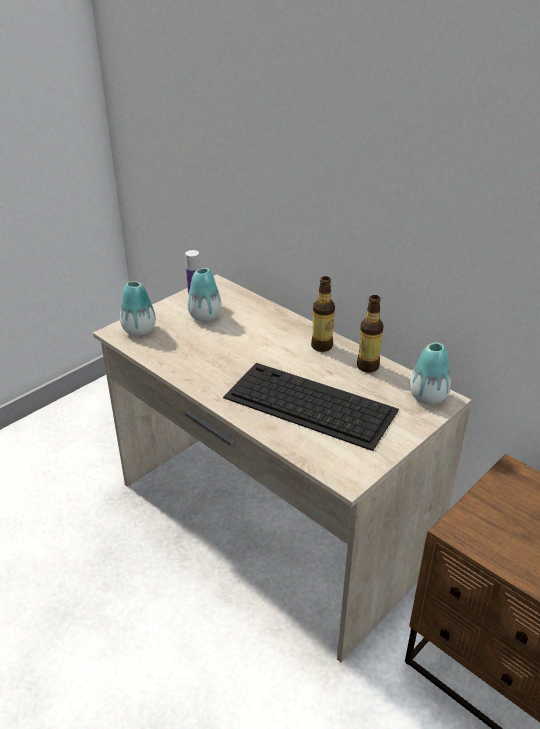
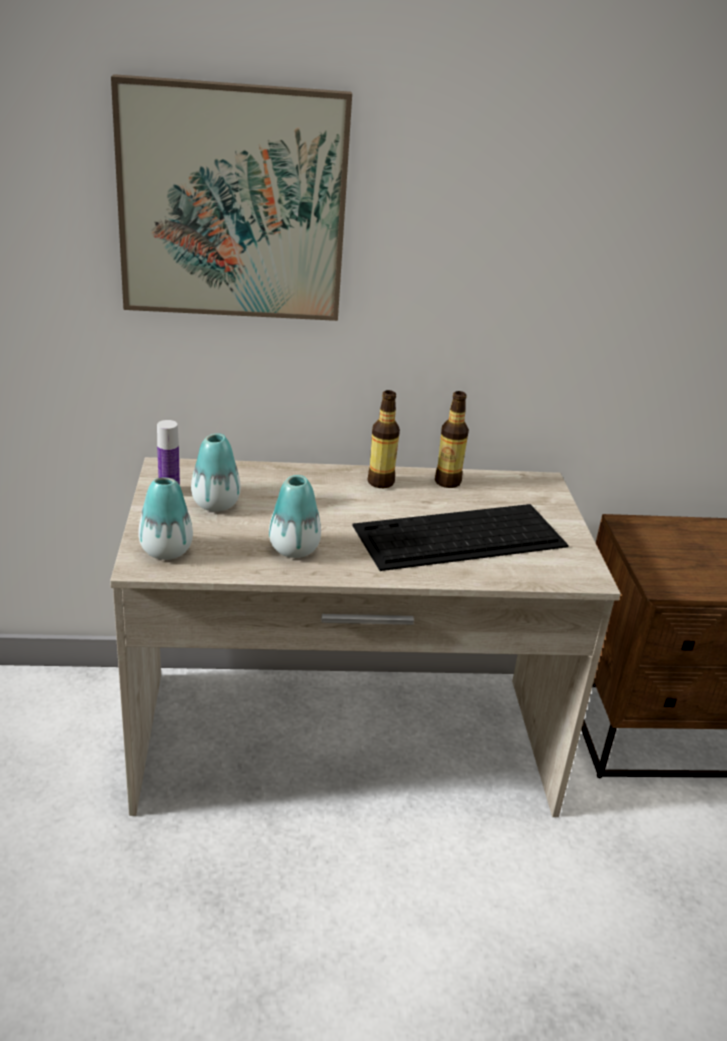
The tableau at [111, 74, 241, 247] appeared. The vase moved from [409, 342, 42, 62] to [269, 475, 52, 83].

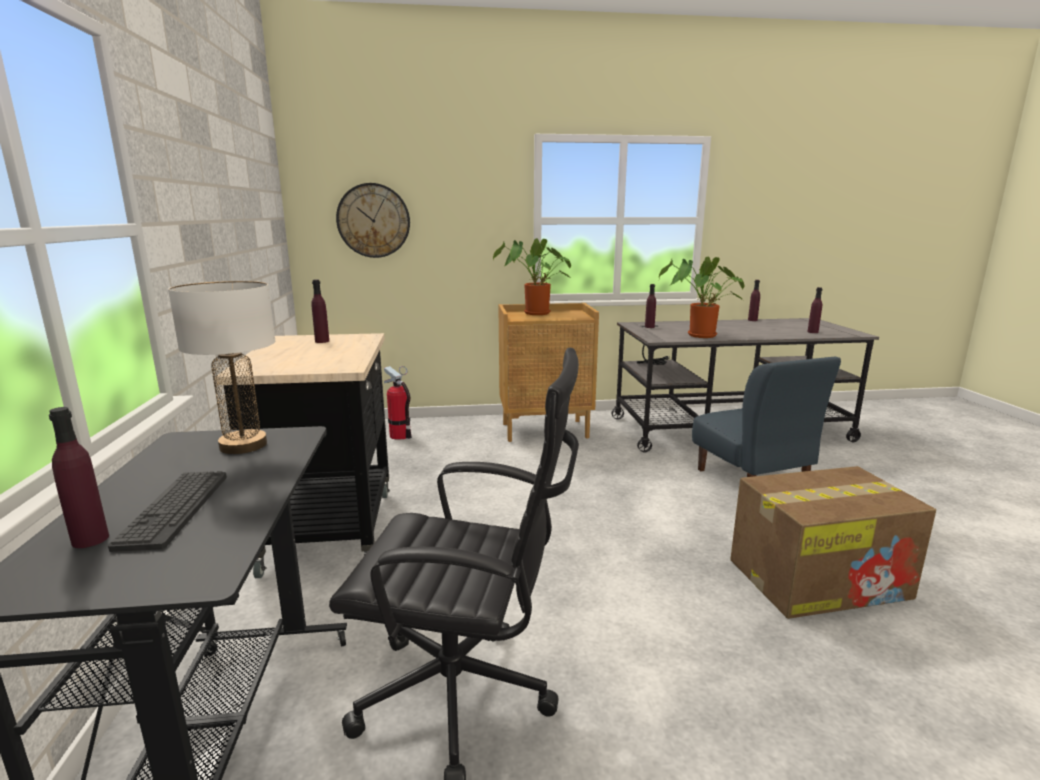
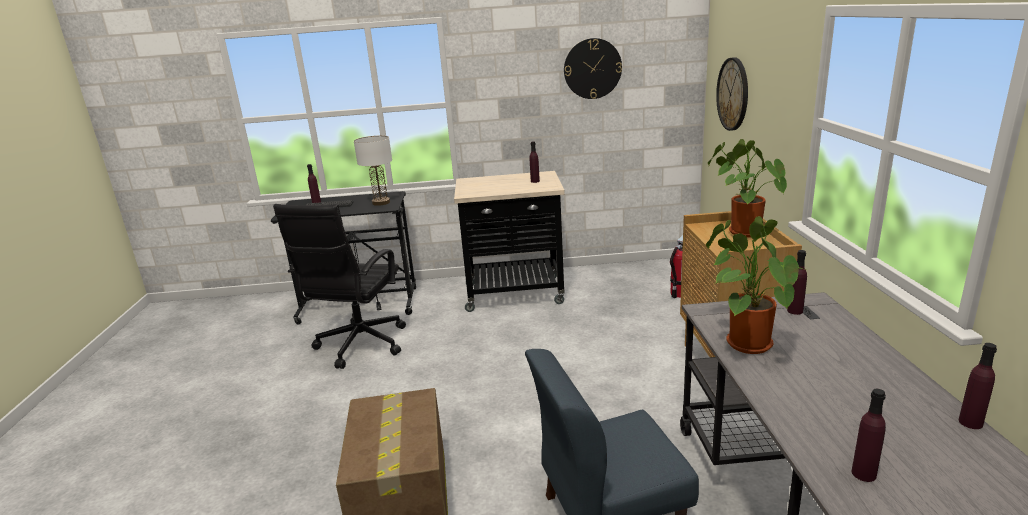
The horloge murale at [564, 38, 58, 61] appeared.

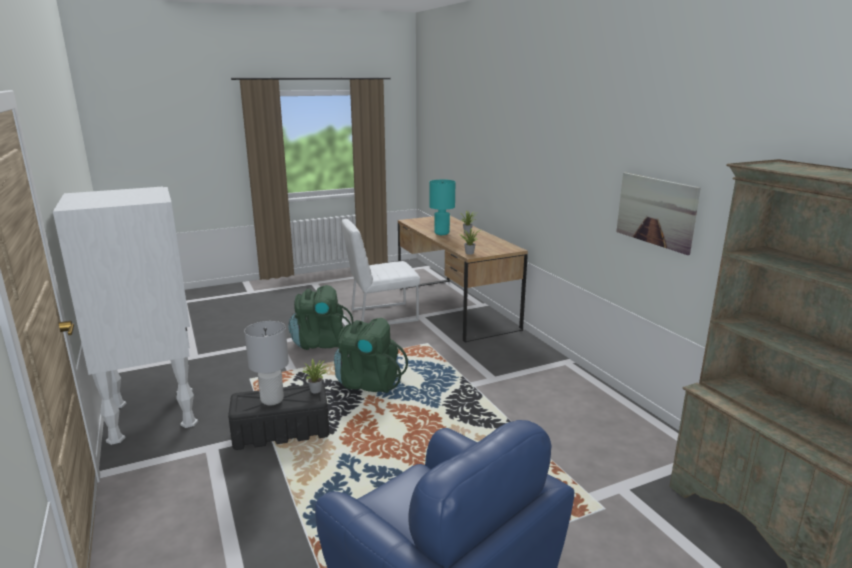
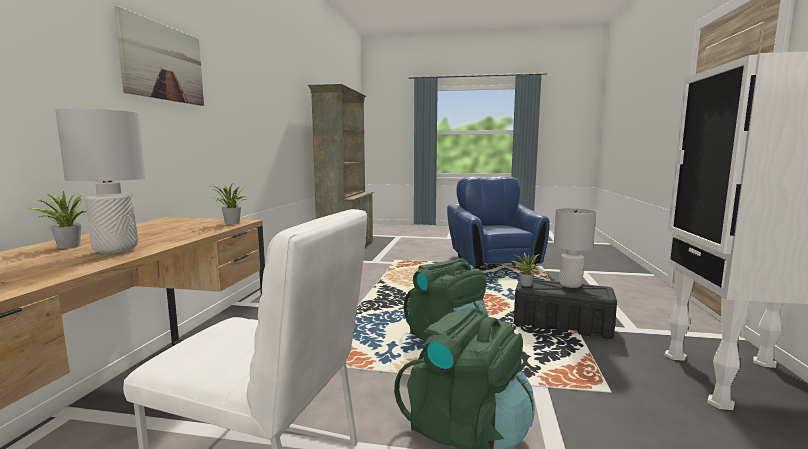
The tableau moved from [616, 172, 85, 83] to [114, 6, 90, 100]. The lampe de table/turquoise at [429, 180, 26, 55] became the lampe de table/gris at [55, 108, 91, 146].

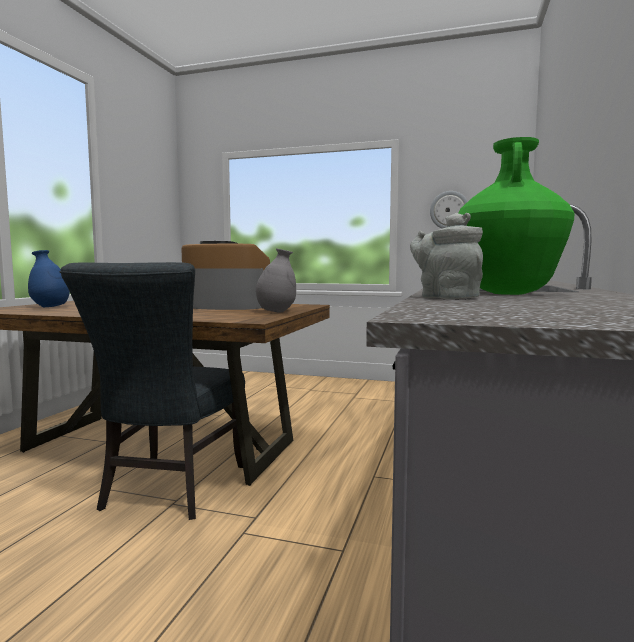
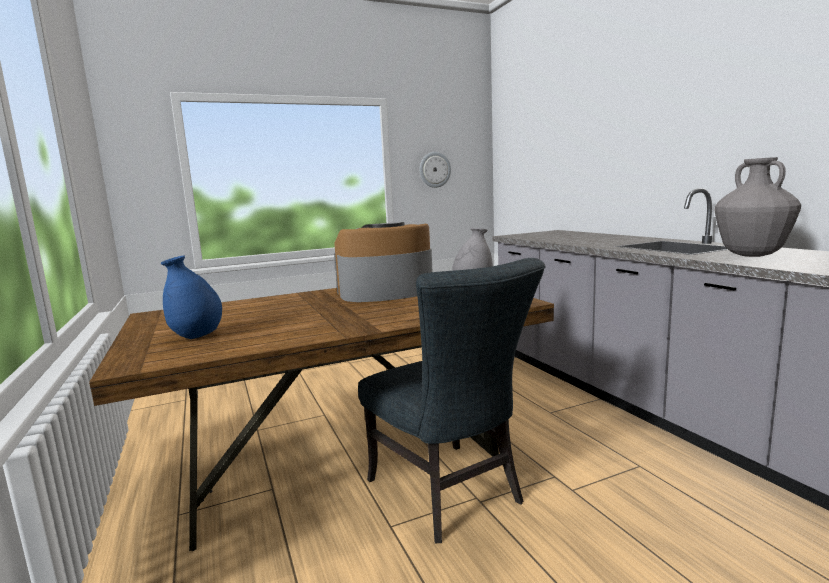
The théière/gris at [410, 213, 73, 86] disappeared. The vase/vert at [458, 137, 117, 158] became the vase/gris at [714, 157, 87, 100].

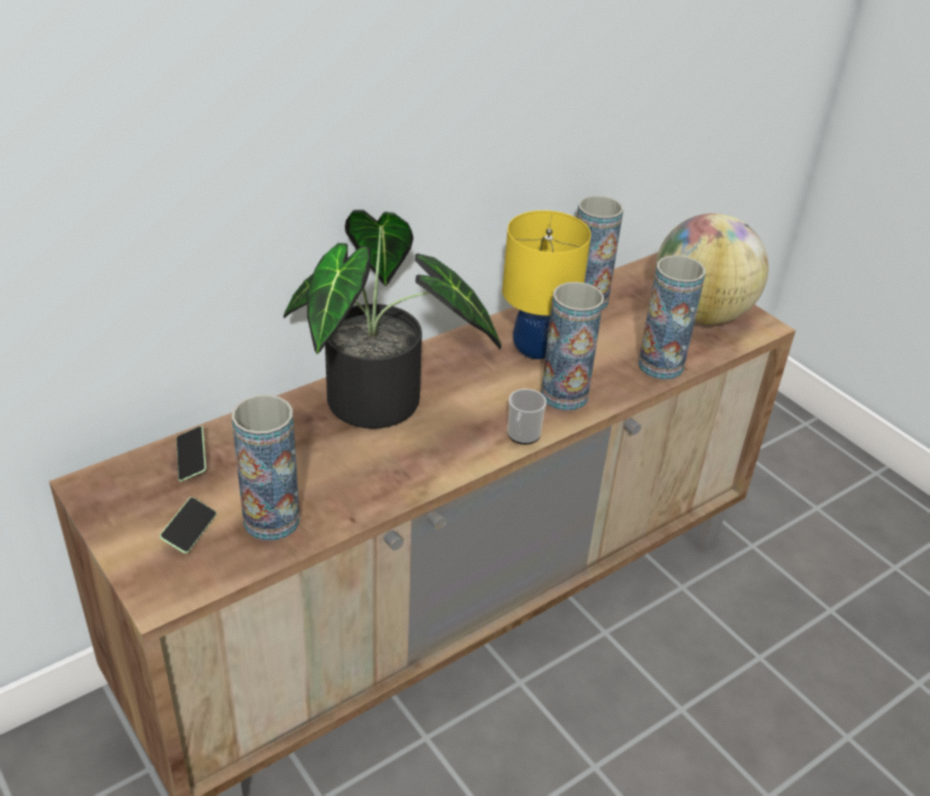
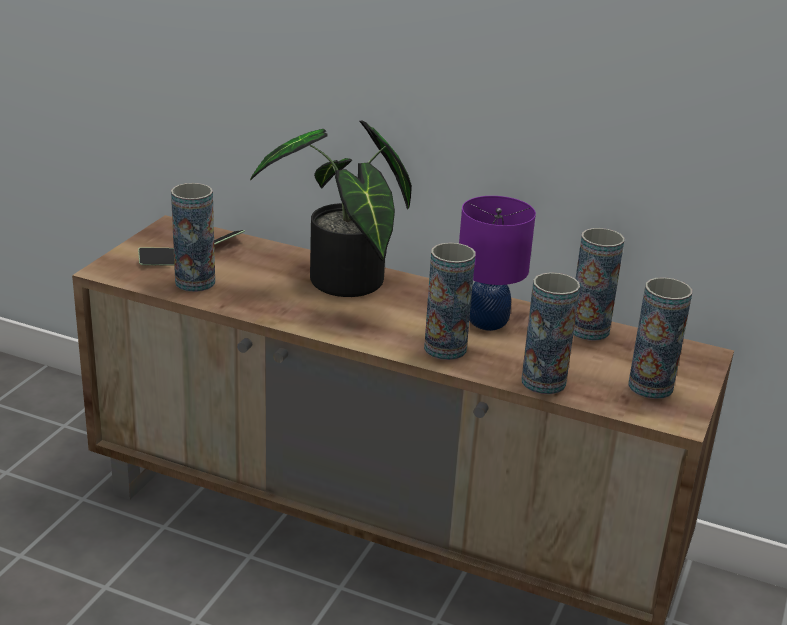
The mug at [507, 389, 39, 56] disappeared. The globe at [655, 213, 113, 112] was replaced by the vase at [628, 277, 64, 122]. The lampe de table/jaune at [502, 210, 89, 149] became the lampe de table/violet at [459, 196, 77, 135].

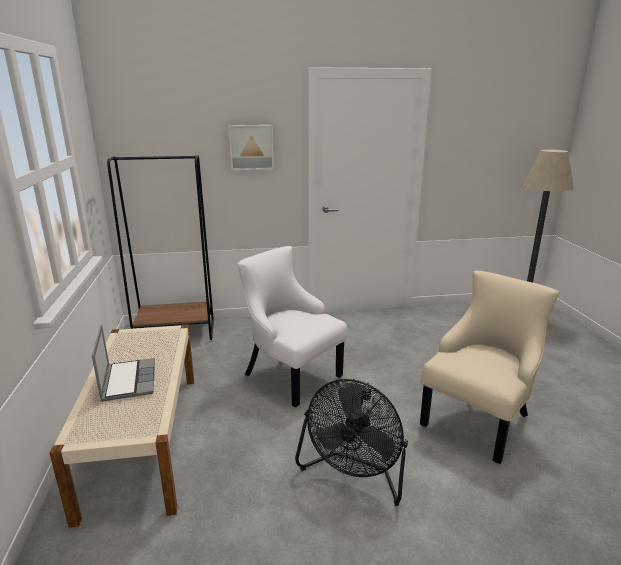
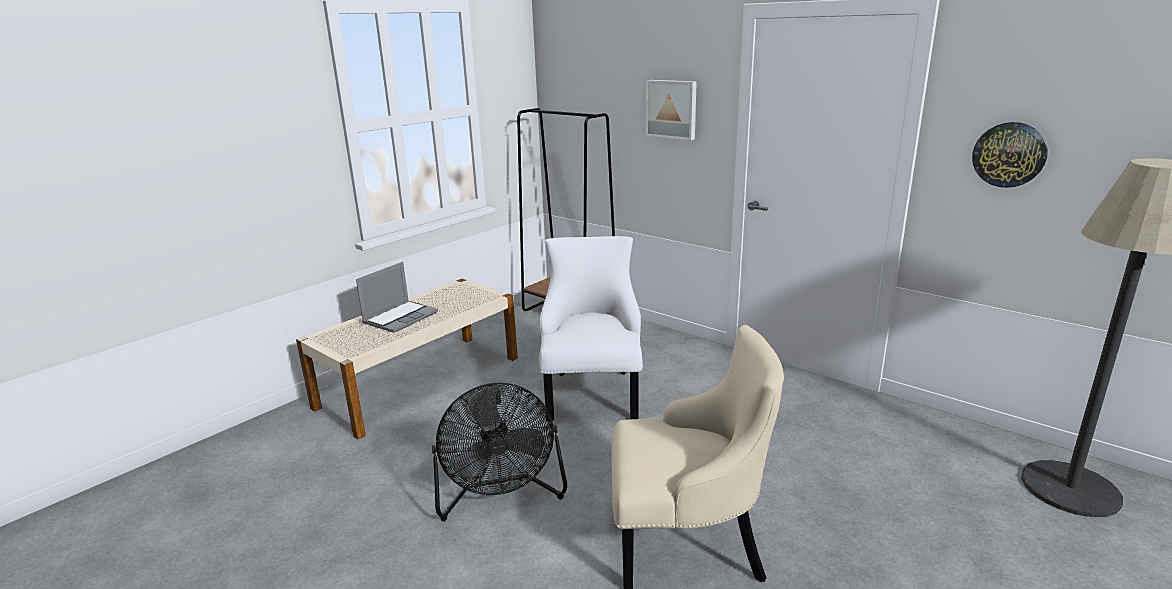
The horloge murale at [972, 122, 76, 66] appeared. The ventilateur/noir at [295, 379, 113, 127] turned 90 degrees counterclockwise.

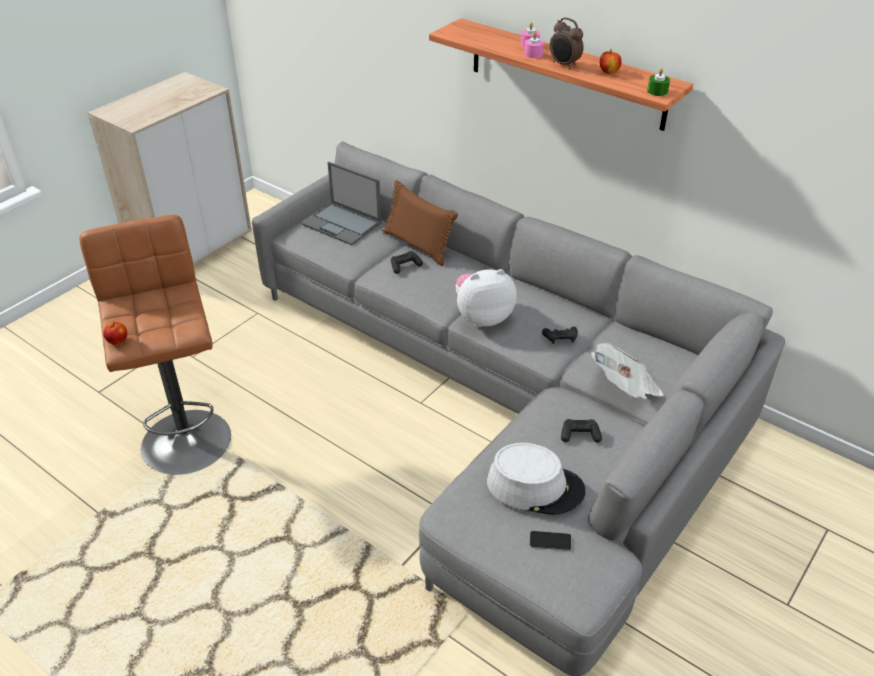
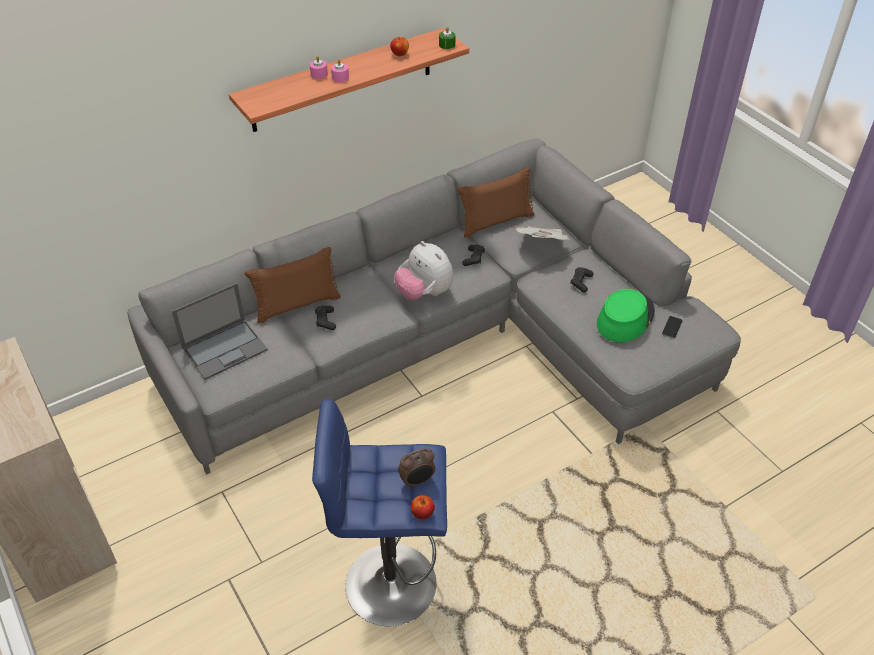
The coussin/marron at [457, 167, 77, 71] appeared. The réveil moved from [550, 18, 34, 51] to [398, 448, 38, 41]. The tabouret/marron at [79, 215, 152, 260] became the tabouret/bleu at [312, 399, 135, 227]. The chapeau/gris at [487, 443, 99, 72] became the chapeau/vert at [597, 289, 58, 53]. The peluche at [456, 269, 61, 58] turned 45 degrees counterclockwise.

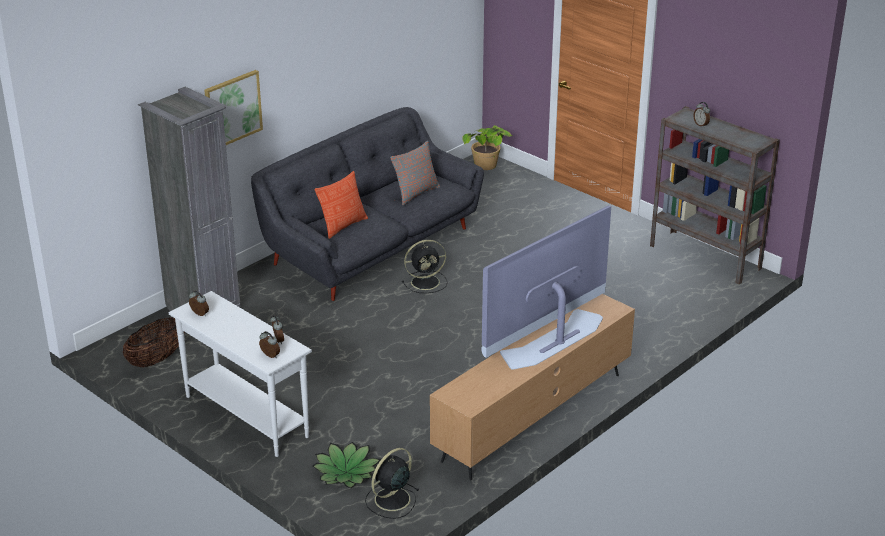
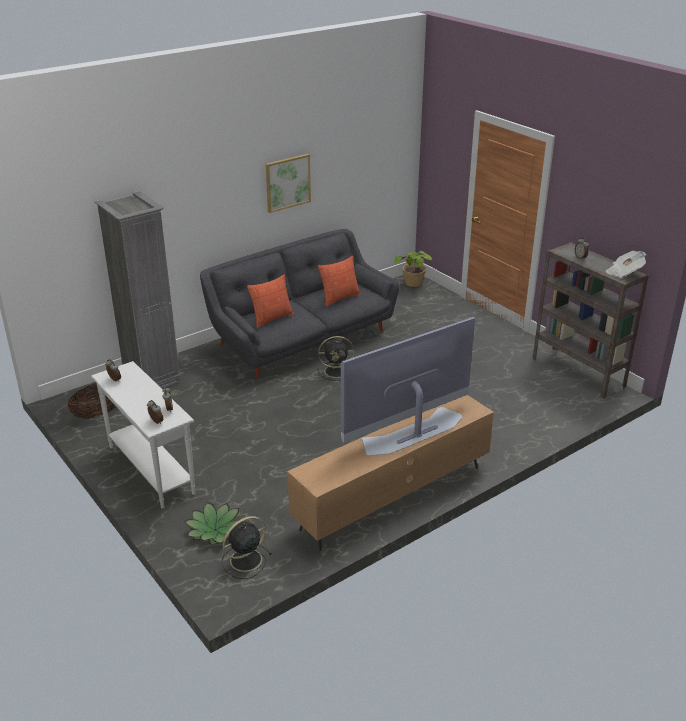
The journal at [606, 251, 40, 27] appeared. The tableau moved from [204, 70, 59, 75] to [266, 154, 45, 59]. The coussin/gris at [390, 141, 50, 64] became the coussin/orange at [318, 256, 43, 51].

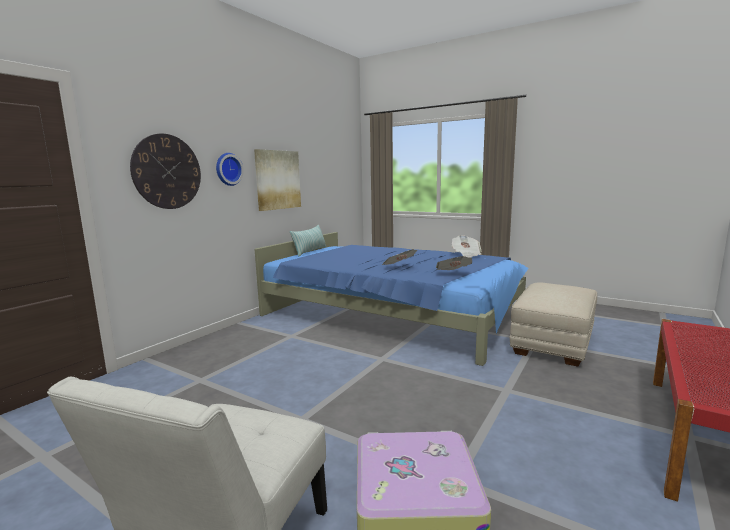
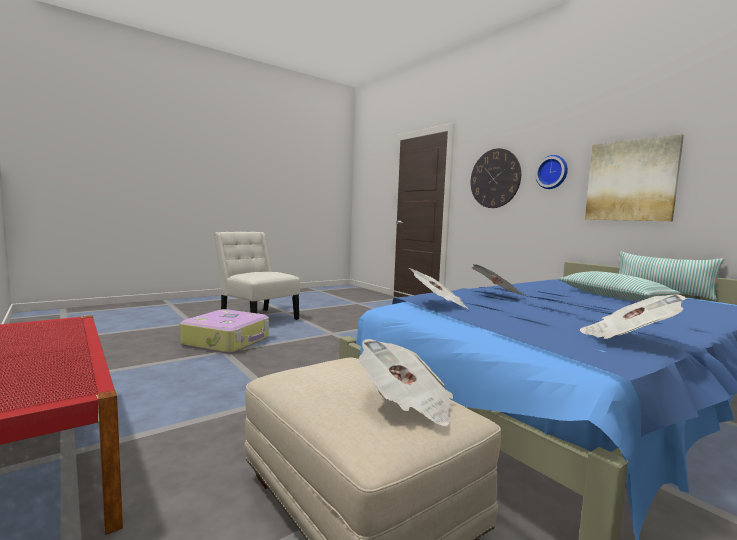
The journal at [358, 339, 95, 87] appeared. The coussin at [558, 271, 122, 30] appeared.

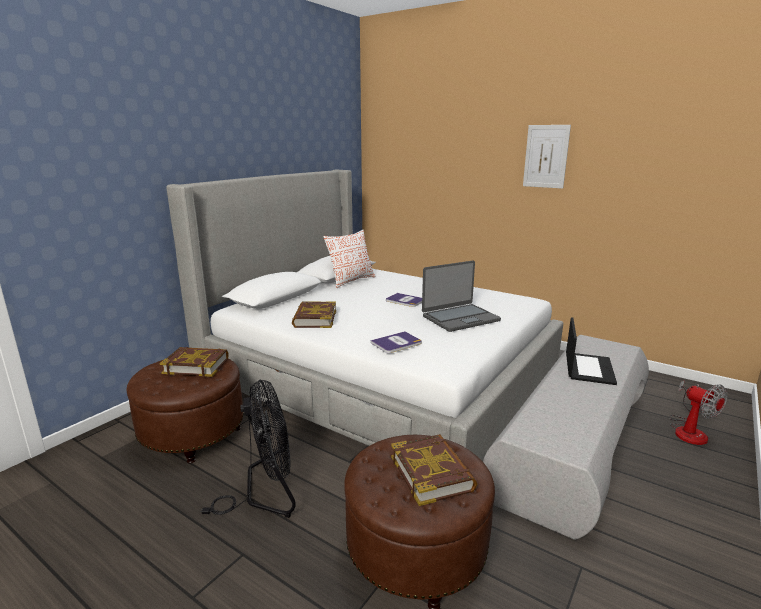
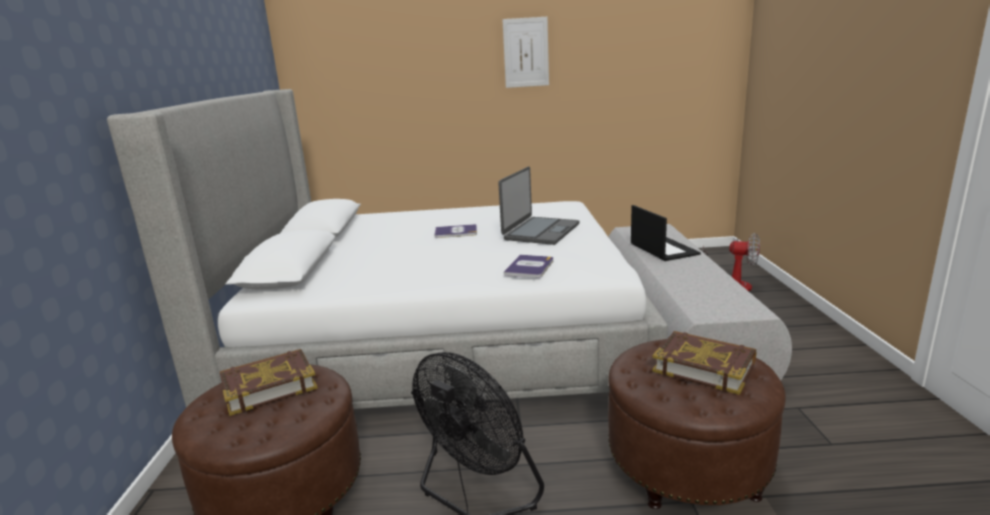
The livre at [292, 301, 44, 27] disappeared. The coussin/blanc at [324, 230, 51, 58] disappeared.

